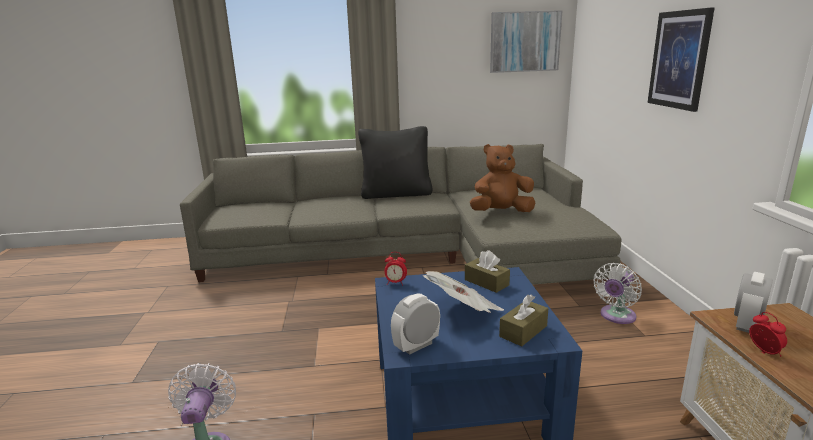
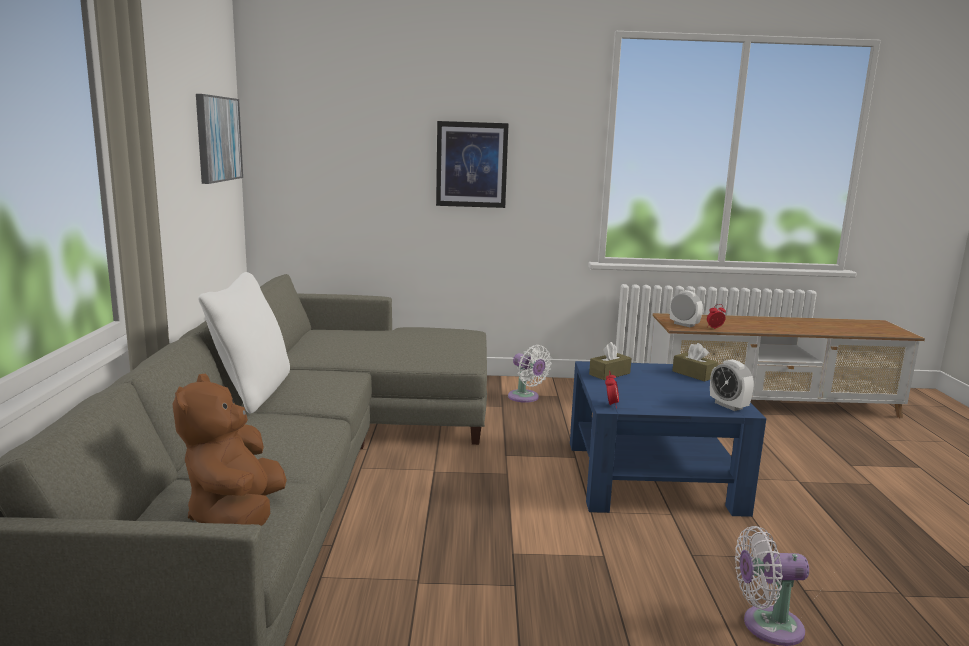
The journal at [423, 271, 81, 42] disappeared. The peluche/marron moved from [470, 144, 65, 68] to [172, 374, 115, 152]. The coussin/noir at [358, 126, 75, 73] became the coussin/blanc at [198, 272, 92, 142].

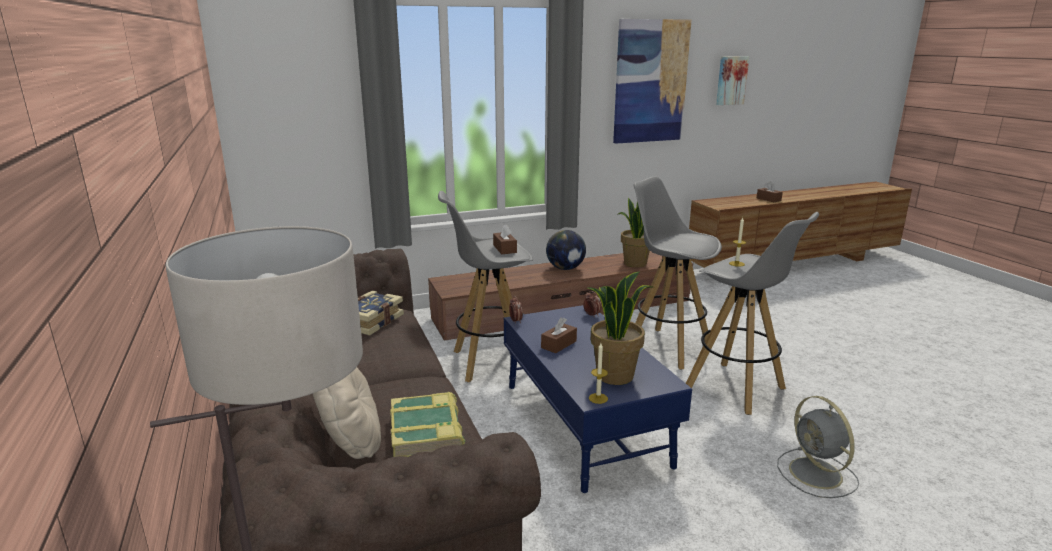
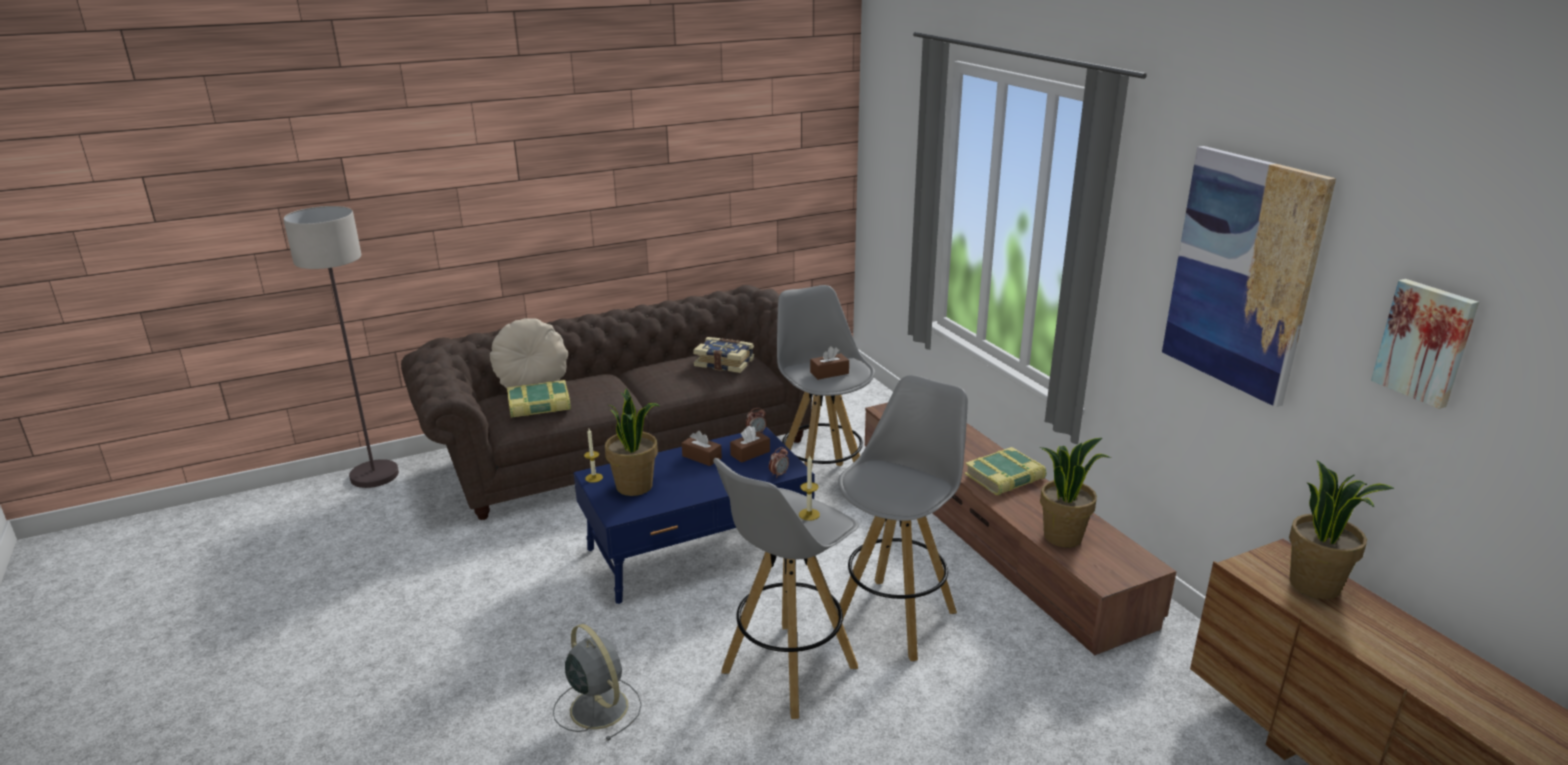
The plante en pot at [1289, 460, 105, 139] appeared. The boîte à mouchoirs/marron moved from [757, 182, 26, 20] to [730, 426, 40, 37]. The globe at [546, 230, 40, 40] was replaced by the livre at [965, 447, 81, 48]. The ventilateur/gris at [777, 396, 82, 102] turned 75 degrees clockwise.

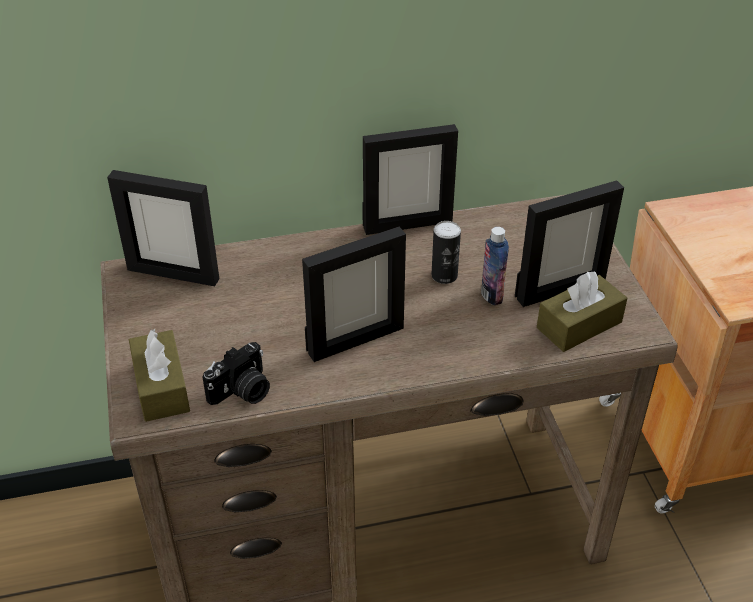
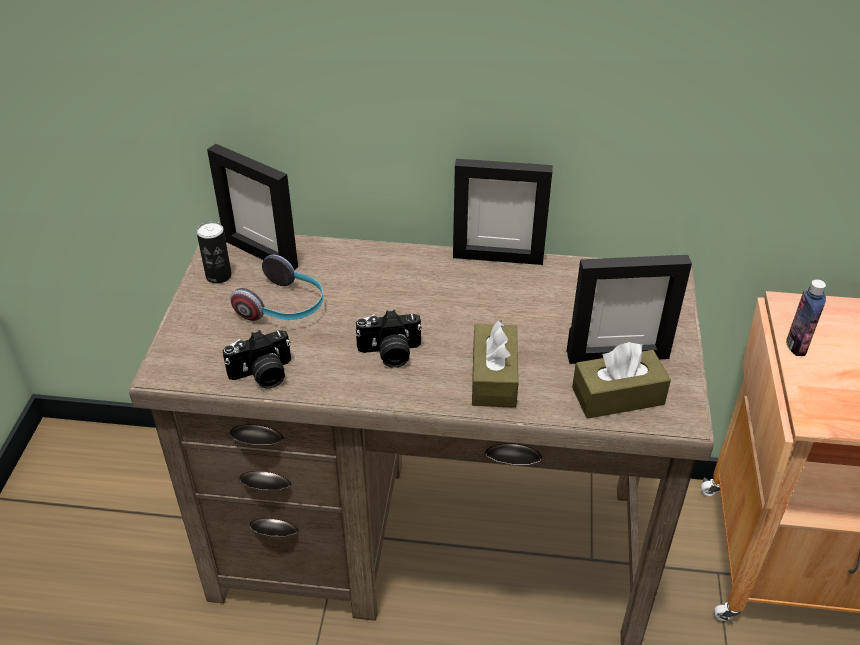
The casque audio at [230, 255, 93, 66] appeared. The boîte à mouchoirs/marron moved from [129, 329, 61, 93] to [472, 320, 47, 88]. The boîte métallique moved from [431, 221, 30, 63] to [197, 221, 35, 63]. The bouteille moved from [481, 227, 28, 78] to [786, 279, 40, 77]. The cadre photo at [302, 227, 104, 135] was replaced by the appareil photo at [355, 310, 67, 58].

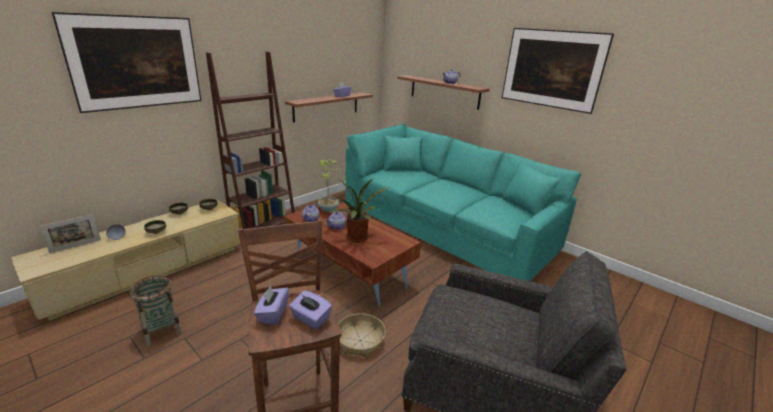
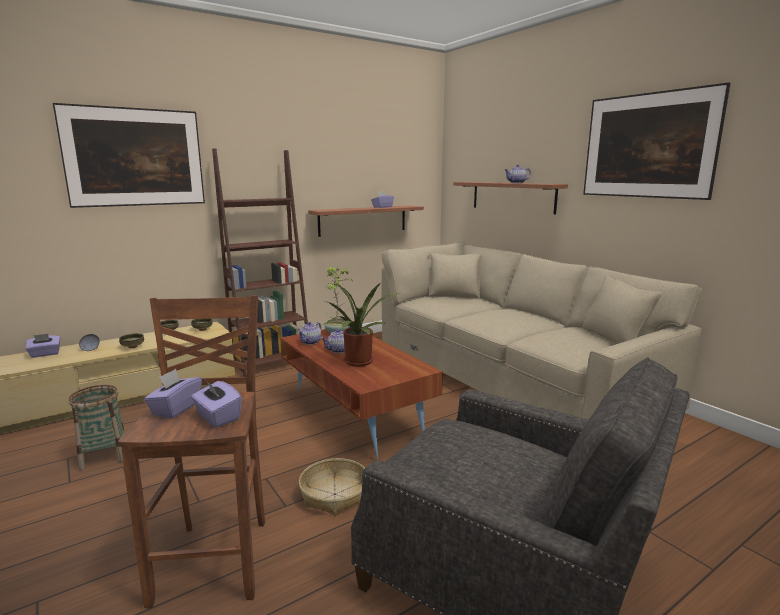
The cadre photo at [40, 214, 61, 39] was replaced by the boîte à mouchoirs/violet at [25, 334, 35, 24]. The canapé/turquoise at [346, 124, 235, 157] became the canapé/beige at [382, 242, 320, 178].

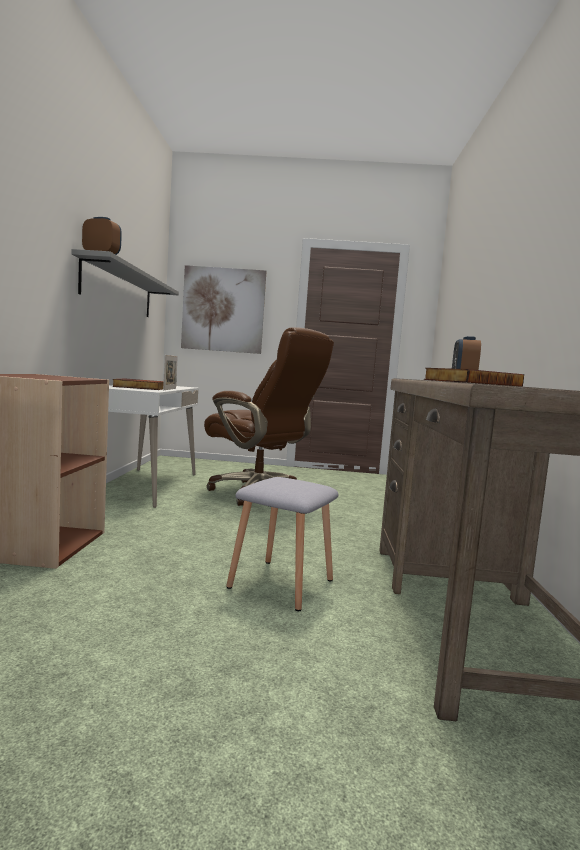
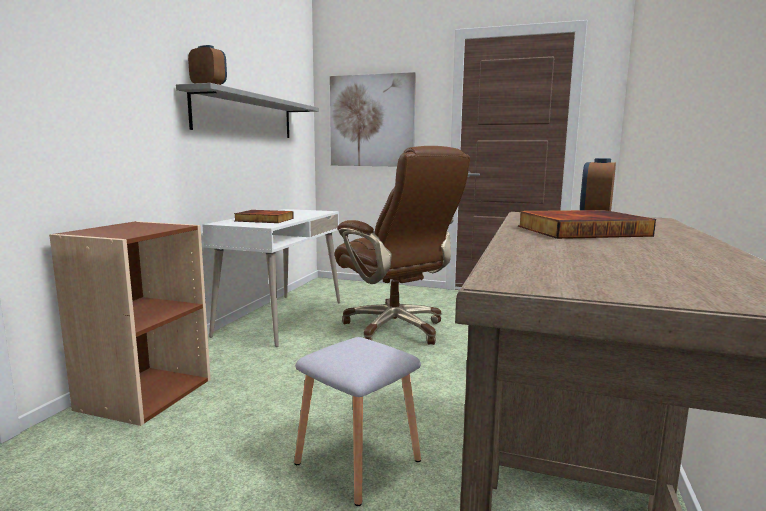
The cadre photo at [163, 355, 15, 35] disappeared.

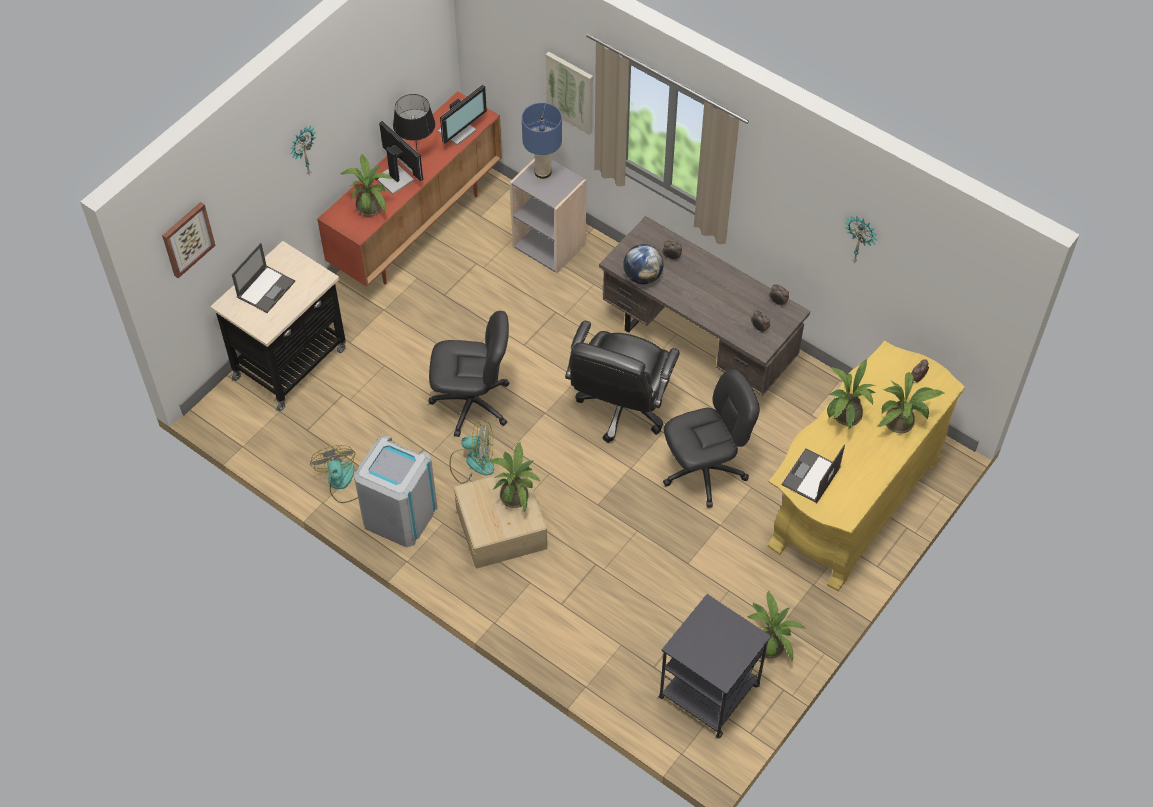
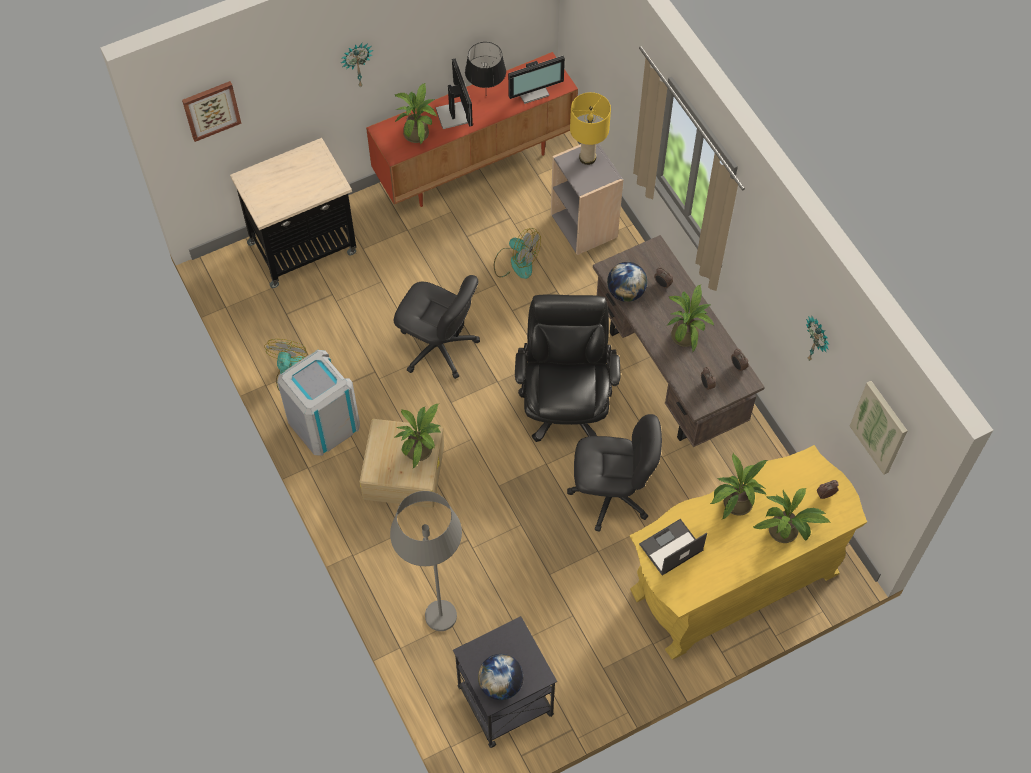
The ordinateur portable at [232, 243, 63, 70] disappeared. The lampadaire/gris at [390, 491, 72, 140] appeared. The globe at [478, 654, 46, 46] appeared. The ventilateur moved from [450, 420, 44, 64] to [494, 228, 47, 51]. The tableau moved from [546, 52, 47, 83] to [850, 381, 57, 94]. The plante en pot moved from [747, 591, 58, 70] to [667, 285, 47, 67]. The lampe de table/bleu at [522, 103, 40, 76] became the lampe de table/jaune at [570, 92, 41, 73]. The chaise de bureau/noir at [565, 321, 114, 122] turned 135 degrees clockwise.

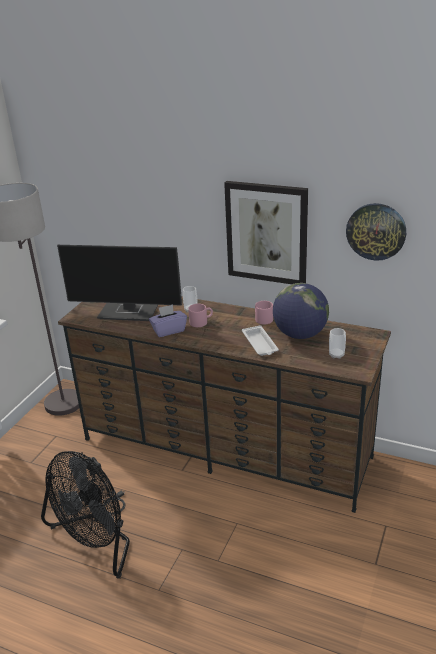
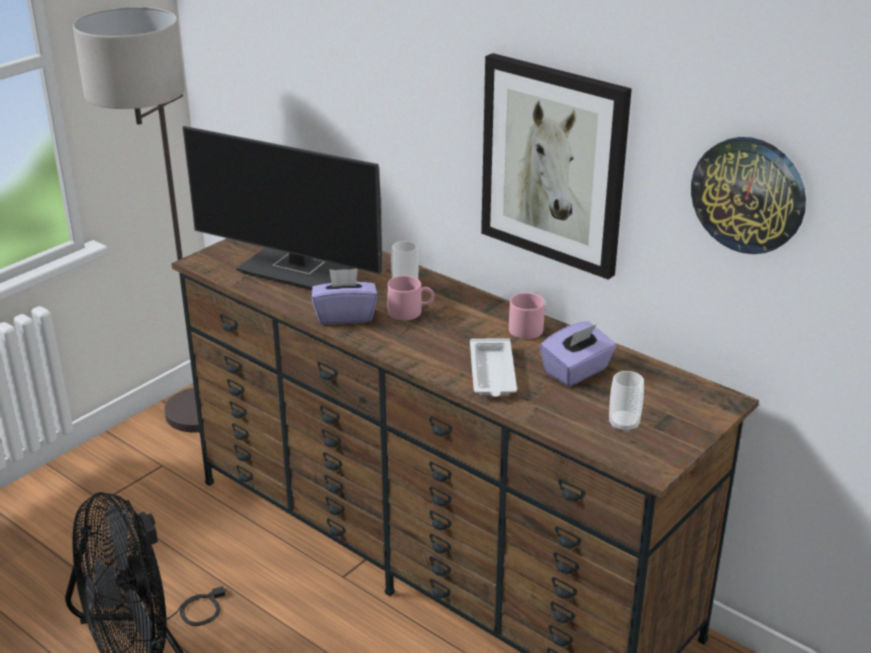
The globe at [273, 283, 56, 56] was replaced by the boîte à mouchoirs/violet at [540, 322, 76, 64].

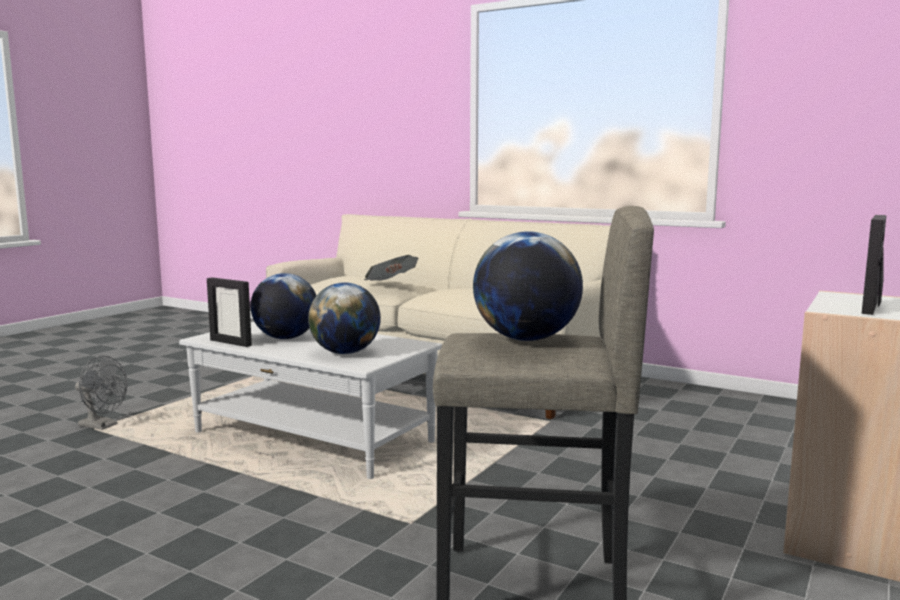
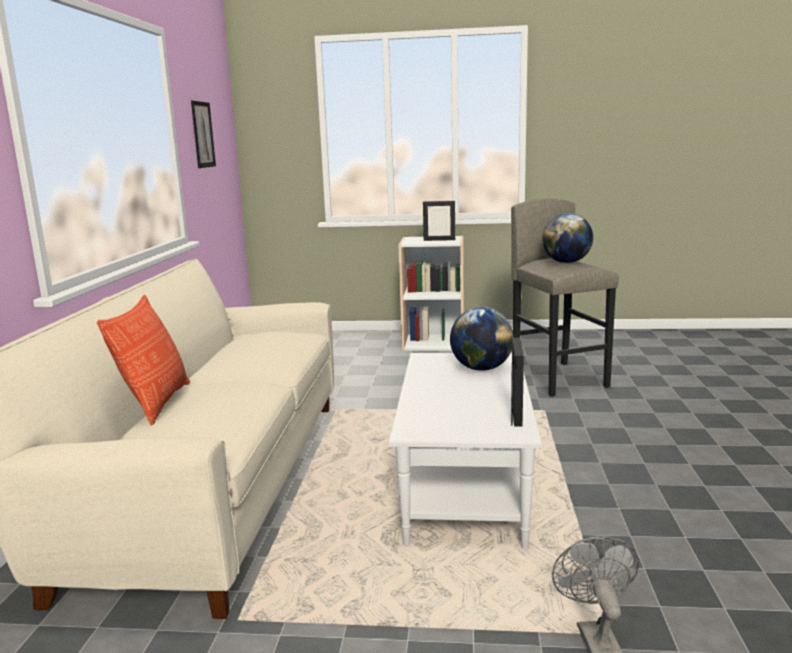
The globe at [251, 273, 65, 66] disappeared. The journal at [364, 255, 55, 26] disappeared. The coussin/orange at [97, 295, 93, 130] appeared. The tableau at [191, 100, 25, 68] appeared.

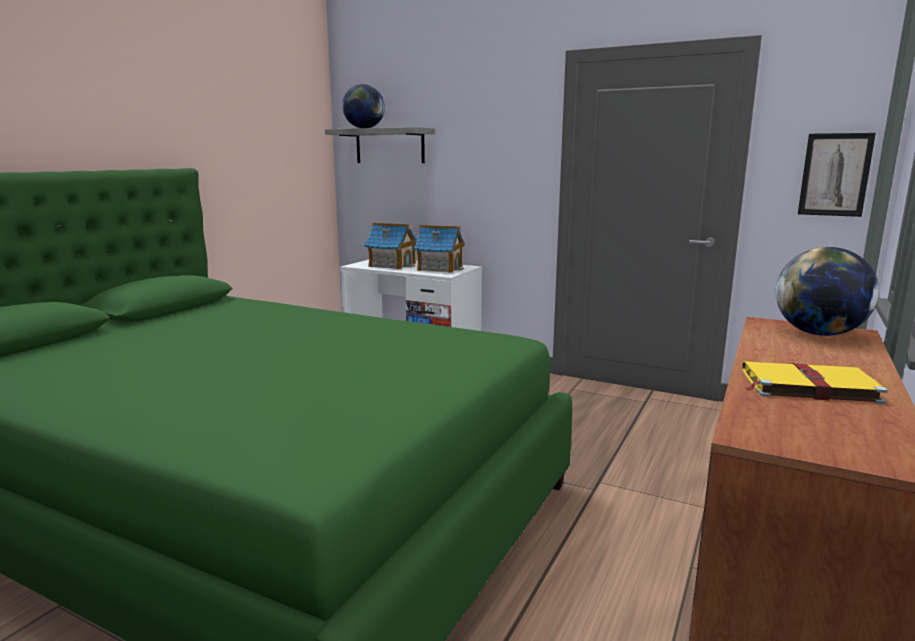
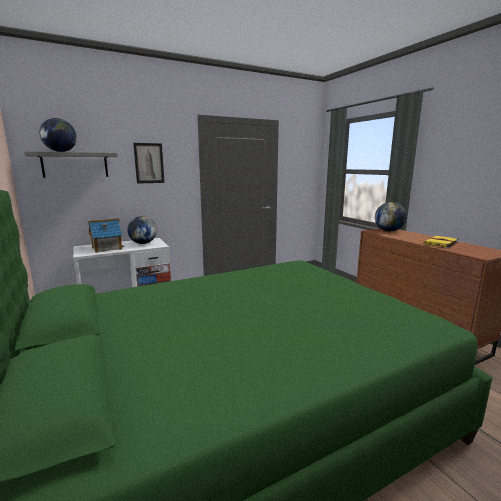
The tableau moved from [798, 133, 78, 84] to [133, 143, 31, 41]. The maison miniature at [414, 225, 51, 48] was replaced by the globe at [128, 216, 29, 28].

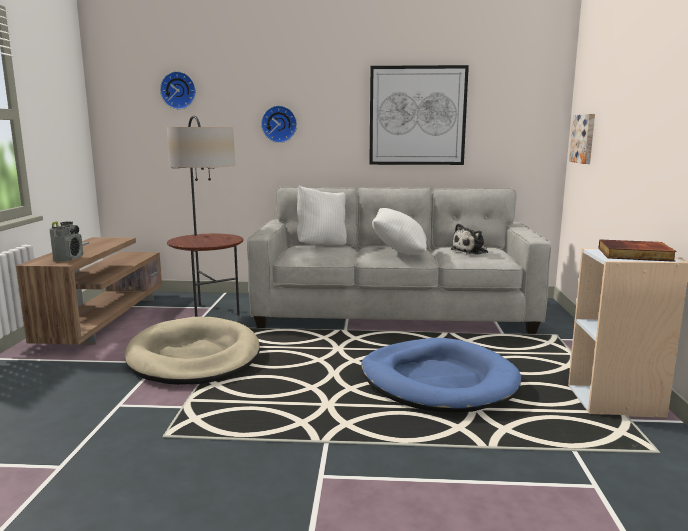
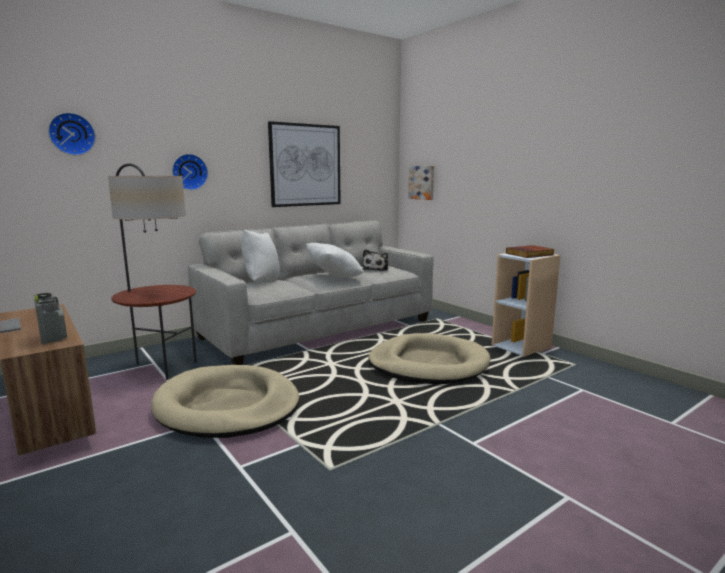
The panier pour chien/bleu at [361, 338, 160, 75] became the panier pour chien/beige at [368, 333, 123, 51].

